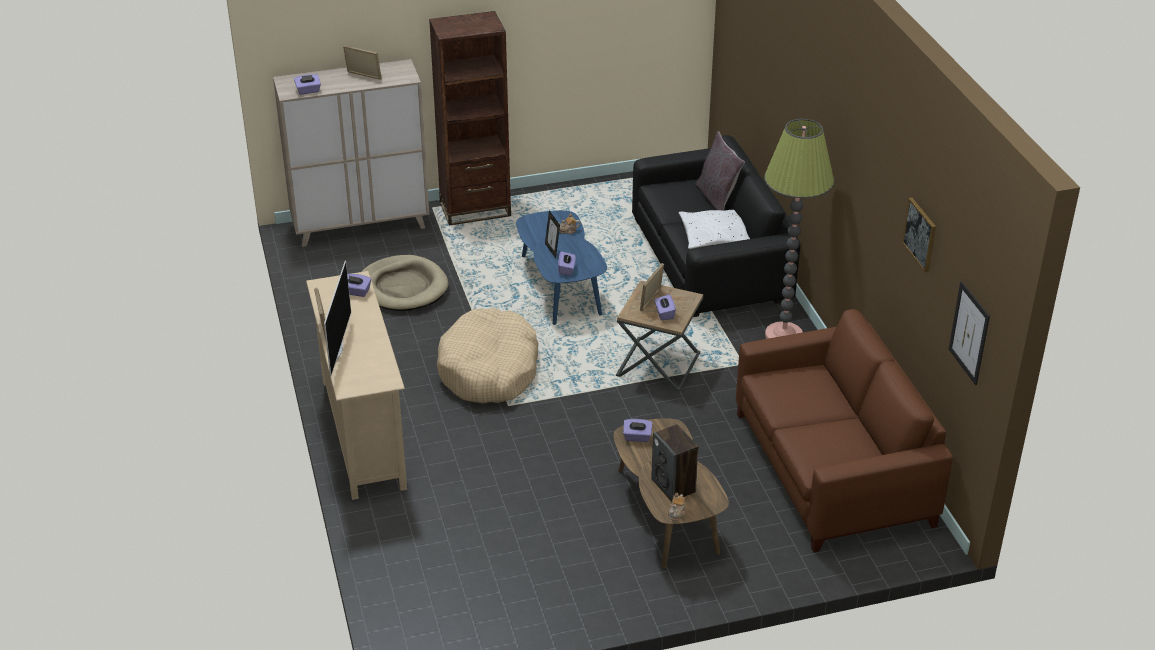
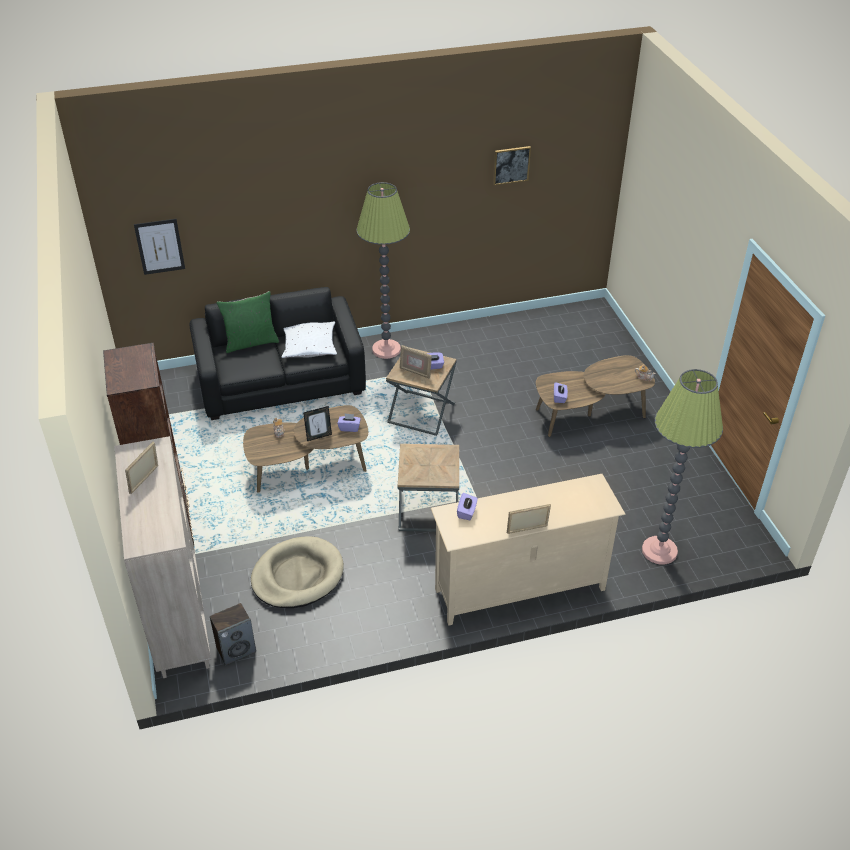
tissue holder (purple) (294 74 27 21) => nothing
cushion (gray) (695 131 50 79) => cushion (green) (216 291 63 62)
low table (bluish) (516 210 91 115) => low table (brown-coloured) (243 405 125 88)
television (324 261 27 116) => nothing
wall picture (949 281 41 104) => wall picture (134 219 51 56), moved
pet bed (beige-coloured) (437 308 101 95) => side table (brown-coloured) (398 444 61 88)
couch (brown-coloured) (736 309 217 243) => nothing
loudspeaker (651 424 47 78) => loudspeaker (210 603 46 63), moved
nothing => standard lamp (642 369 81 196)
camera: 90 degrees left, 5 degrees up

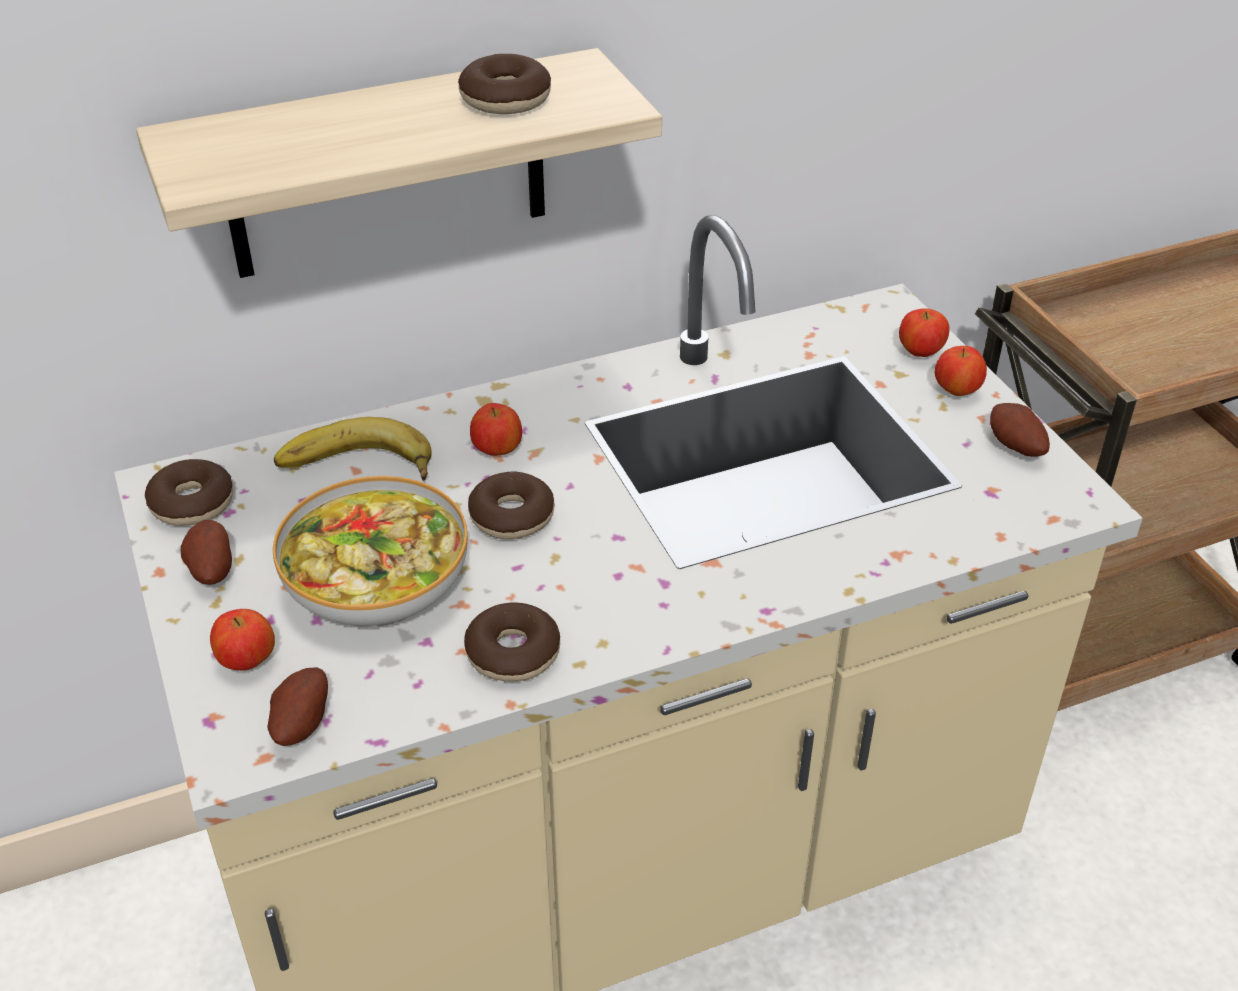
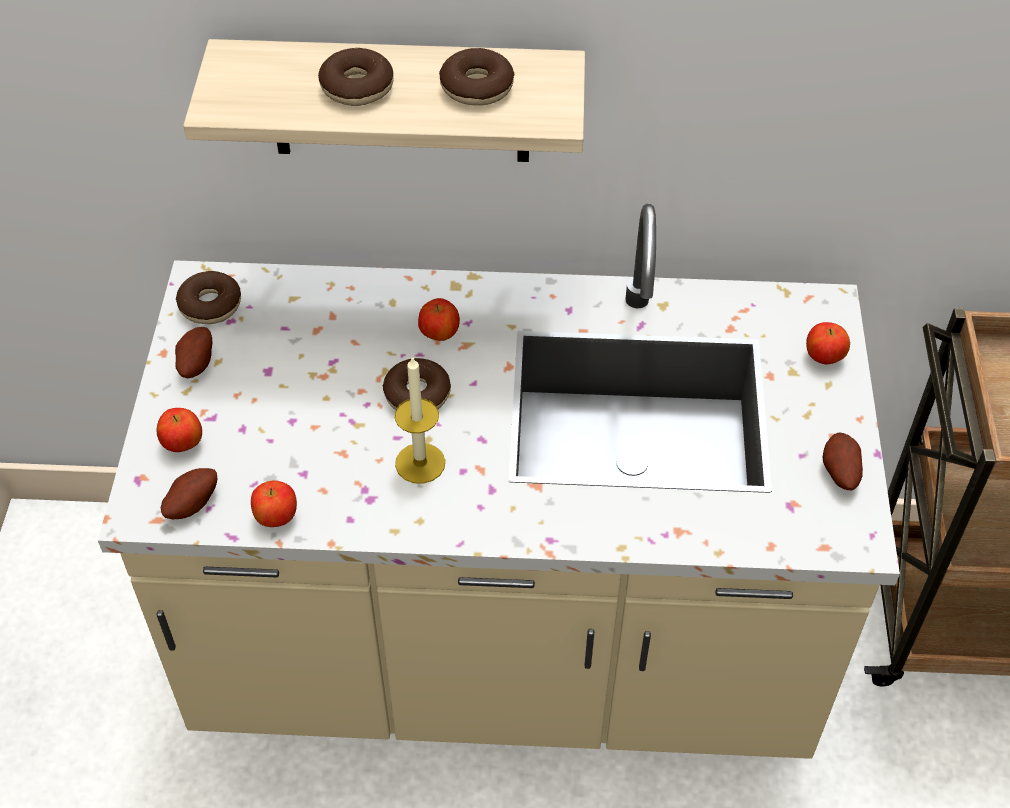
apple fruit (934 346 53 50) => apple fruit (251 480 46 47), moved
banana fruit (274 417 158 64) => nothing
bowl (273 476 195 151) => nothing
doughnut (464 602 96 80) => doughnut (318 48 76 58), moved
nothing => wax light (395 356 50 128)
camera: 25 degrees right, 10 degrees up

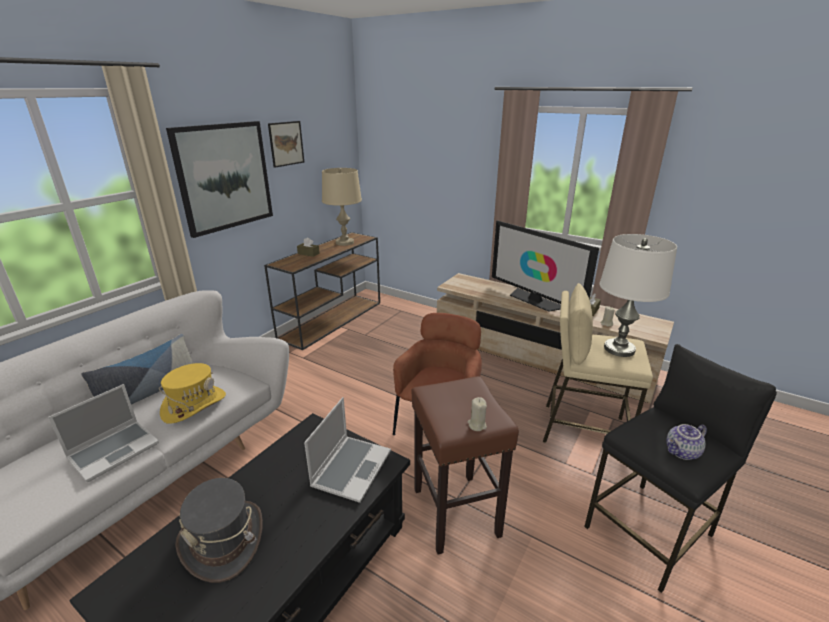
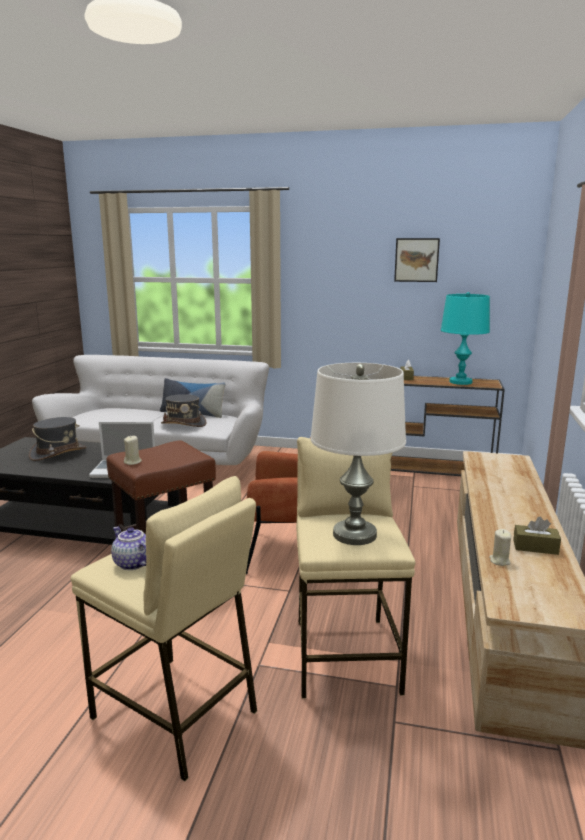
wall picture (166 121 107 117) => nothing
tabletop lamp (beige-coloured) (322 168 40 78) => tabletop lamp (turquoise-coloured) (441 292 49 93)
television (492 220 107 92) => nothing
sitting stool (black-coloured) (584 344 193 249) => sitting stool (beige-coloured) (70 476 187 305)
clothing hat (yellow-coloured) (159 363 67 61) => clothing hat (gray) (161 394 45 33)
laptop (48 384 111 98) => nothing
camera: 70 degrees right, 10 degrees down

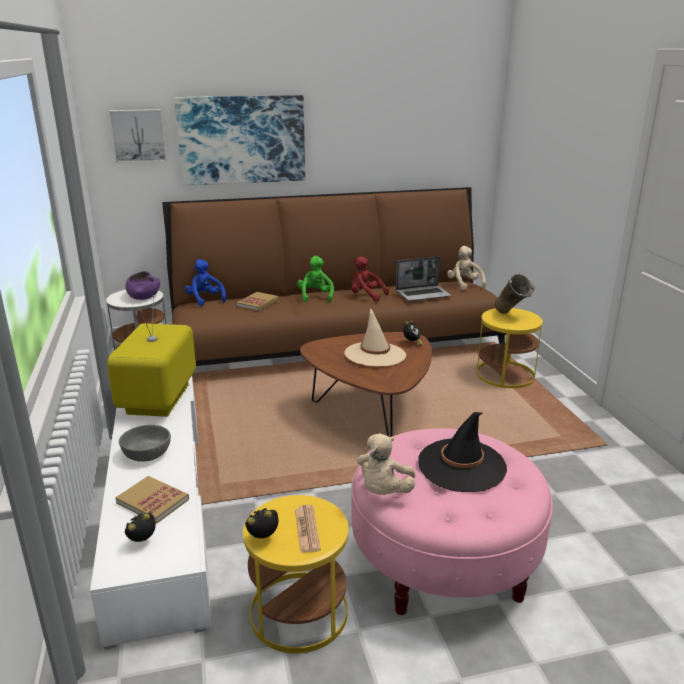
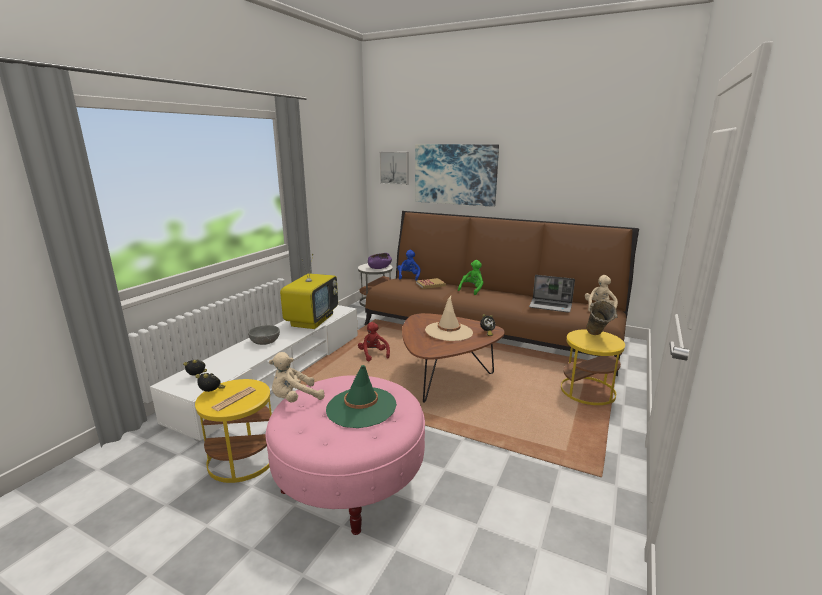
soft toy (red) (351 256 38 46) => soft toy (red) (358 322 32 40), moved
television (107 295 89 122) => television (280 254 58 75), 150 degrees clockwise
clothing hat (black-coloured) (418 412 89 80) => clothing hat (green) (326 365 71 63)
volume (115 476 74 48) => nothing
camera: 40 degrees right, 5 degrees down

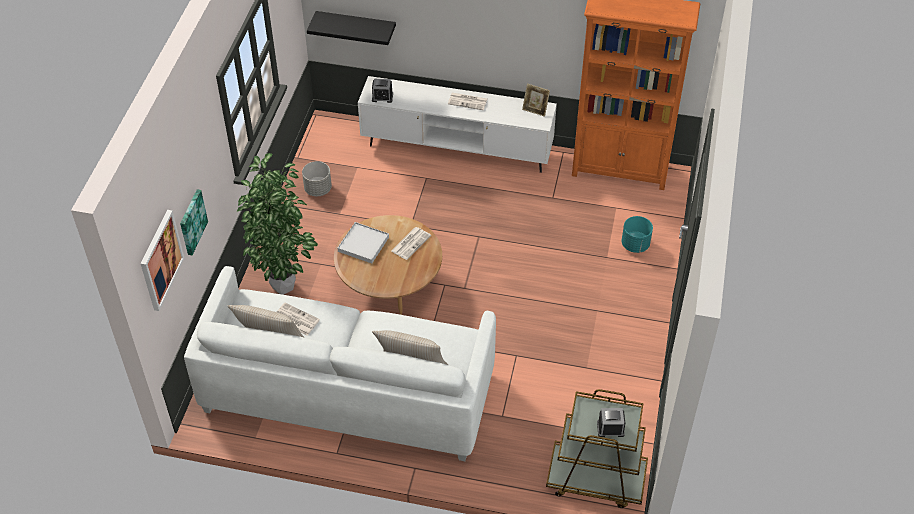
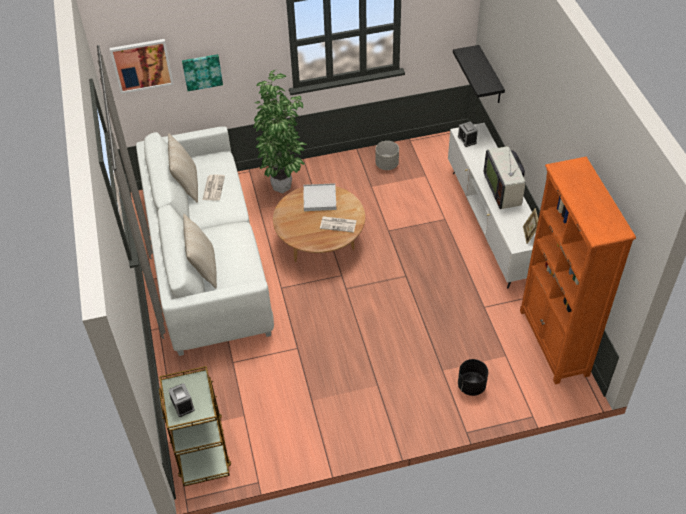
printed paper (448 93 39 17) => television (484 146 42 63)
planter (turquoise-coloured) (622 216 31 37) => planter (black-coloured) (458 359 30 37)
camera: 65 degrees right, 0 degrees up

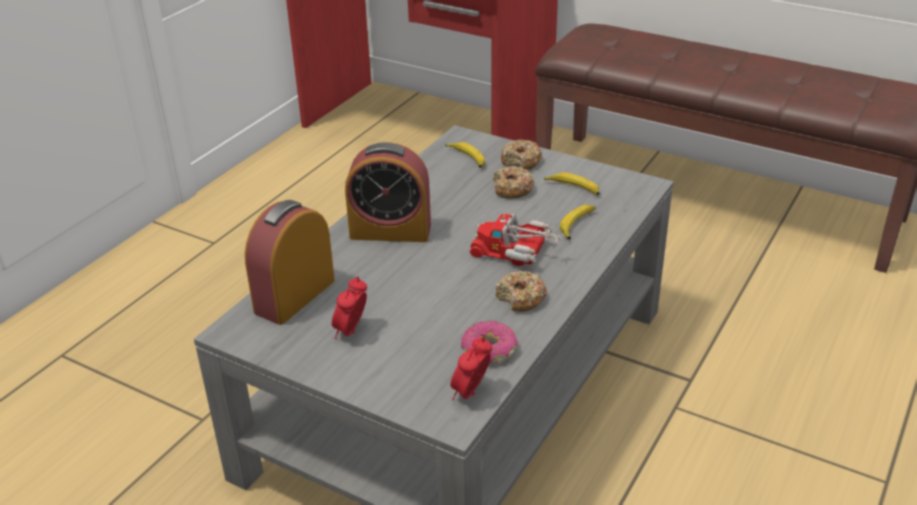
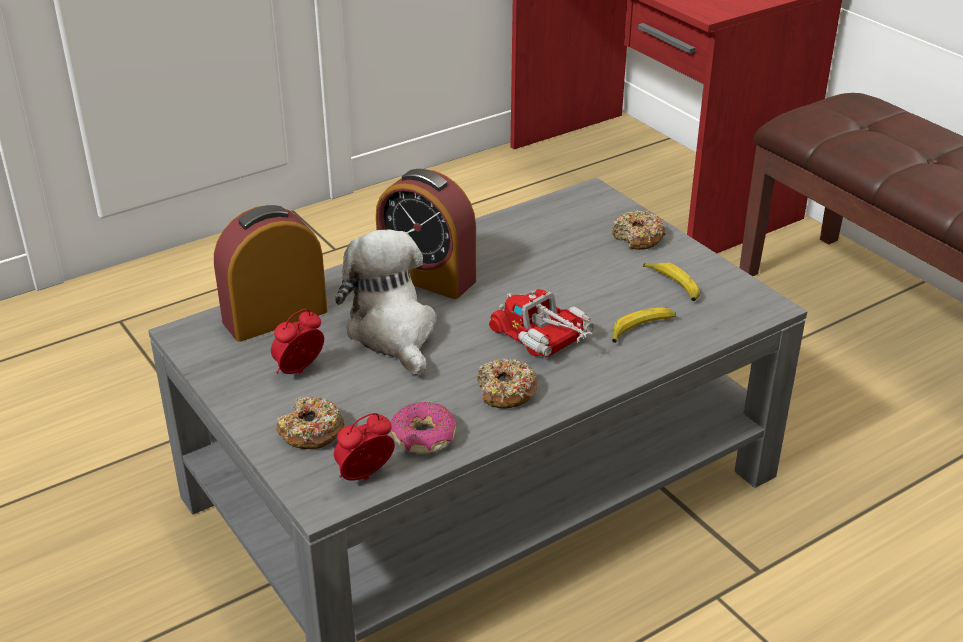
banana fruit (446 142 39 26) => nothing
doughnut (493 167 41 32) => doughnut (276 396 68 53), moved
nothing => soft toy (335 230 102 146)
camera: 25 degrees right, 0 degrees up

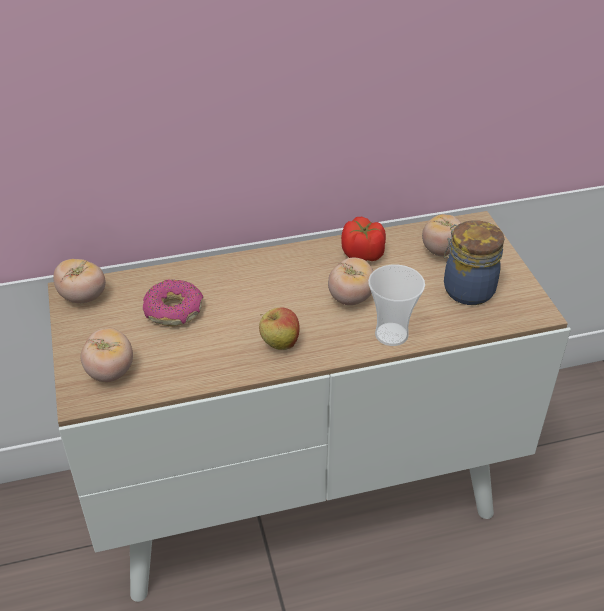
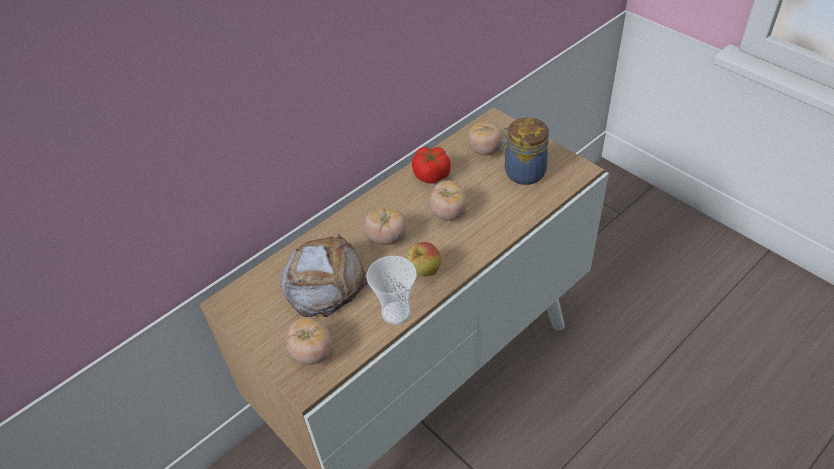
fresh tomato (53 259 53 44) => fresh tomato (363 208 44 37), moved
cup (368 264 57 82) => cup (366 256 51 69), moved
doughnut (143 280 60 47) => bread (280 234 88 83)
camera: 25 degrees left, 5 degrees up

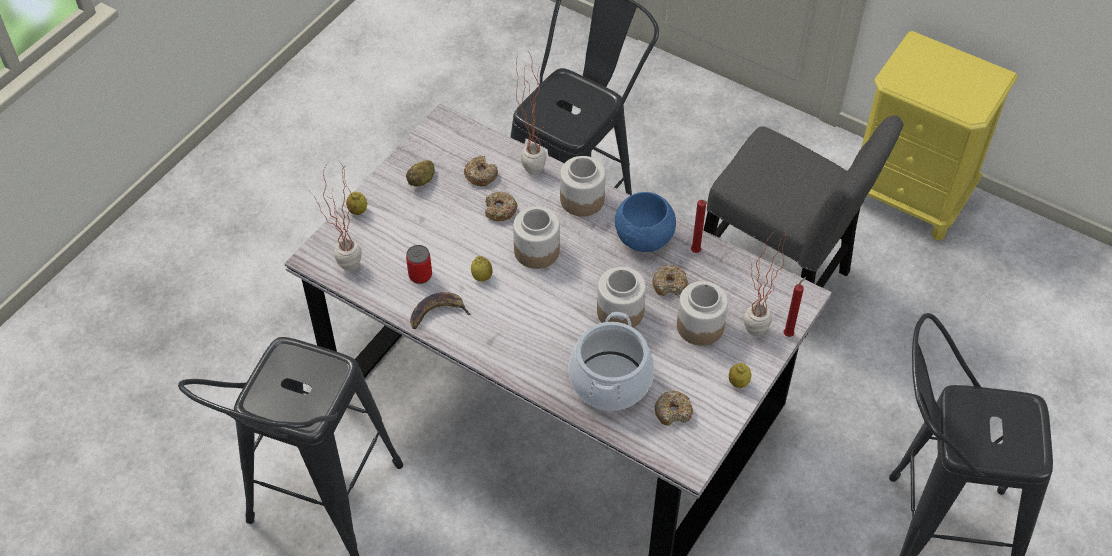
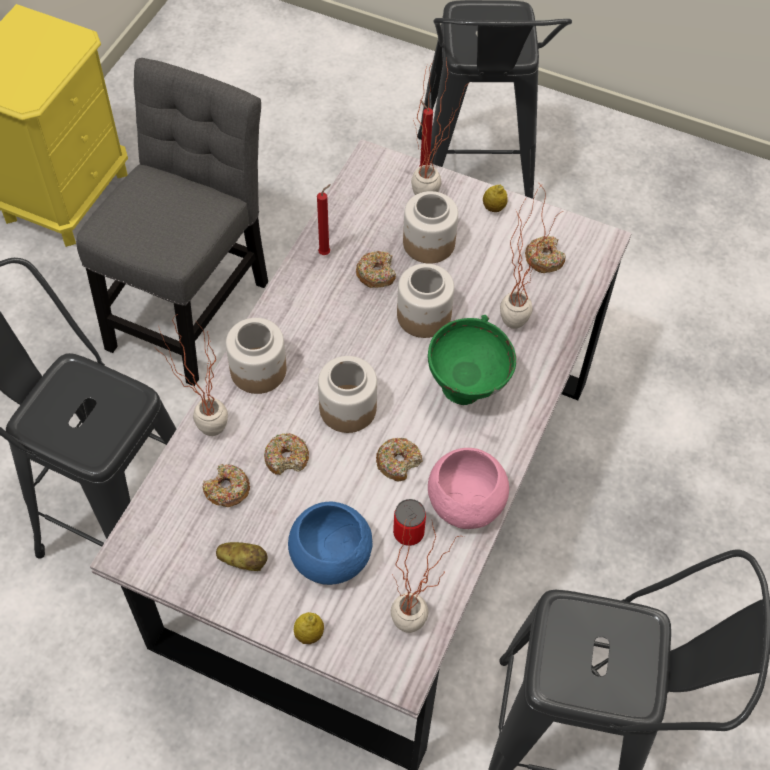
bowl (bluish) (615 192 61 60) => bowl (bluish) (288 502 85 83), moved
whole lemon (471 256 22 25) => doughnut (376 438 46 44)
banana fruit (410 292 61 37) => bowl (pinkish) (428 448 81 81)
saucepot (568 312 86 99) => houseplant (500 186 63 143)
nothing => bowl (green) (428 315 88 90)
camera: 100 degrees left, 5 degrees up

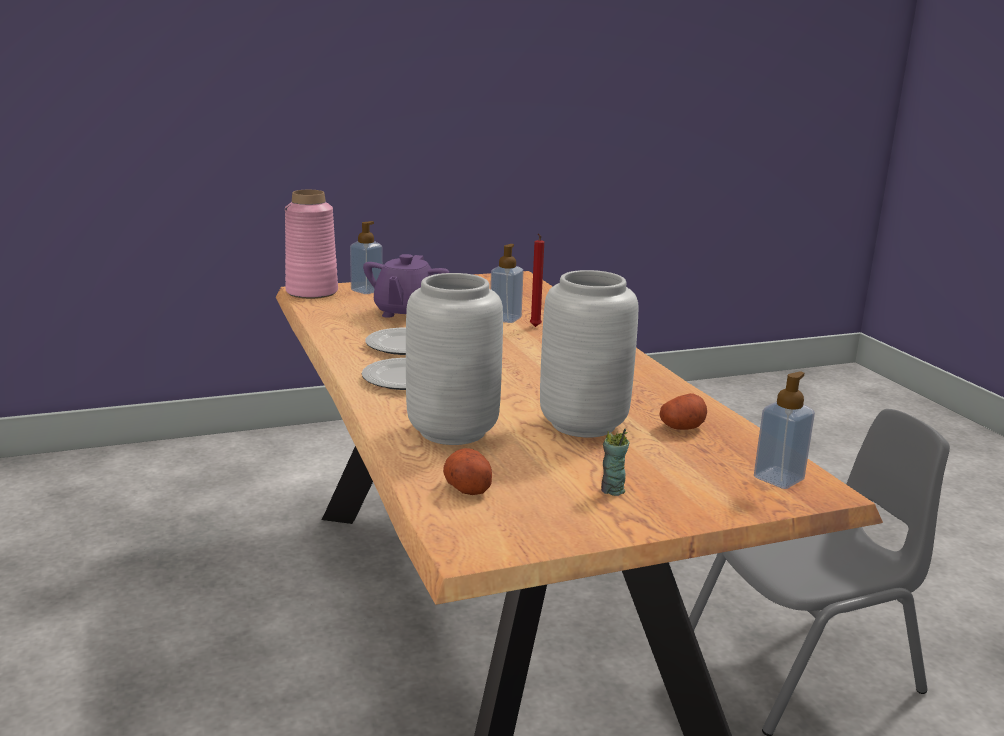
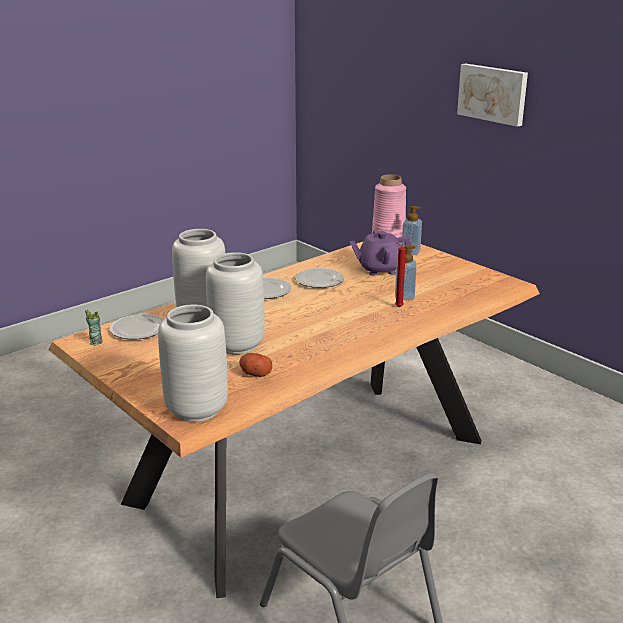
liquid soap bottle (754 371 61 118) => decorative vase (gray) (158 304 70 118)
cup (601 429 28 67) => cup (85 310 18 36), moved
spud (443 448 49 47) => dinner plate (110 314 54 25)
nothing => wall picture (457 63 71 64)
camera: 70 degrees right, 5 degrees up

